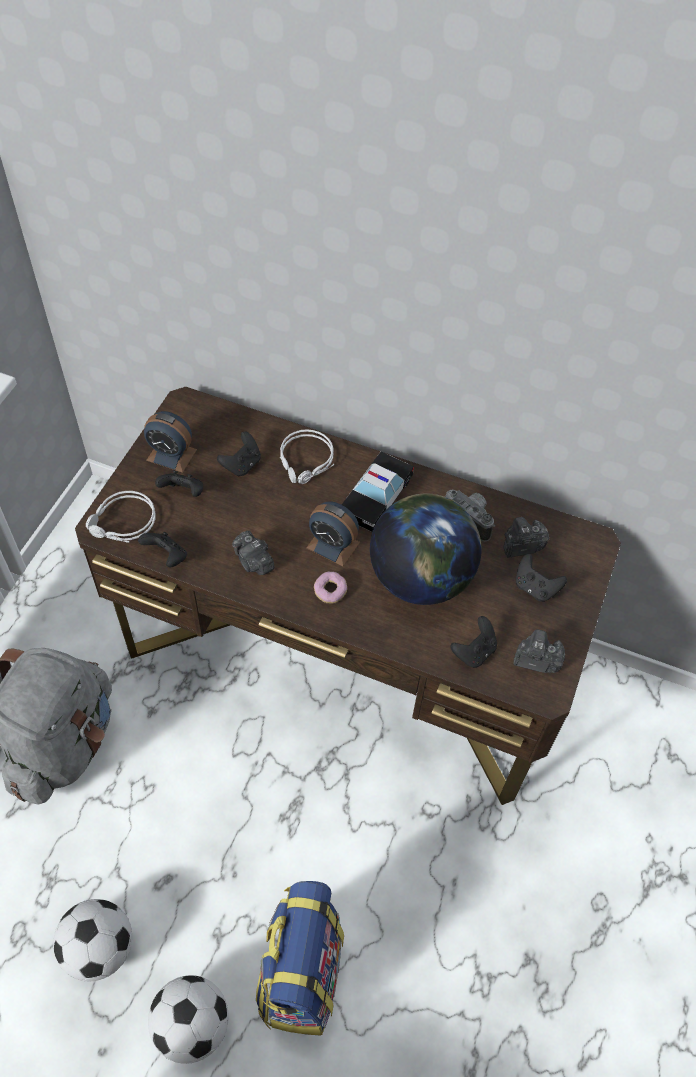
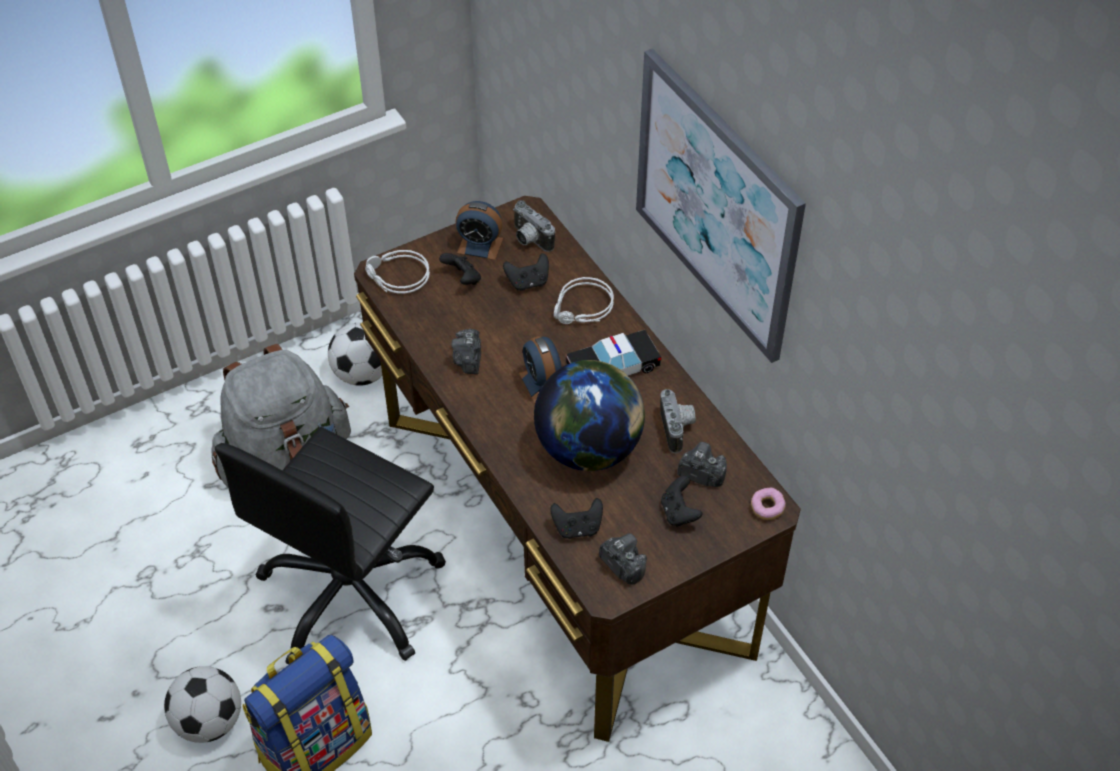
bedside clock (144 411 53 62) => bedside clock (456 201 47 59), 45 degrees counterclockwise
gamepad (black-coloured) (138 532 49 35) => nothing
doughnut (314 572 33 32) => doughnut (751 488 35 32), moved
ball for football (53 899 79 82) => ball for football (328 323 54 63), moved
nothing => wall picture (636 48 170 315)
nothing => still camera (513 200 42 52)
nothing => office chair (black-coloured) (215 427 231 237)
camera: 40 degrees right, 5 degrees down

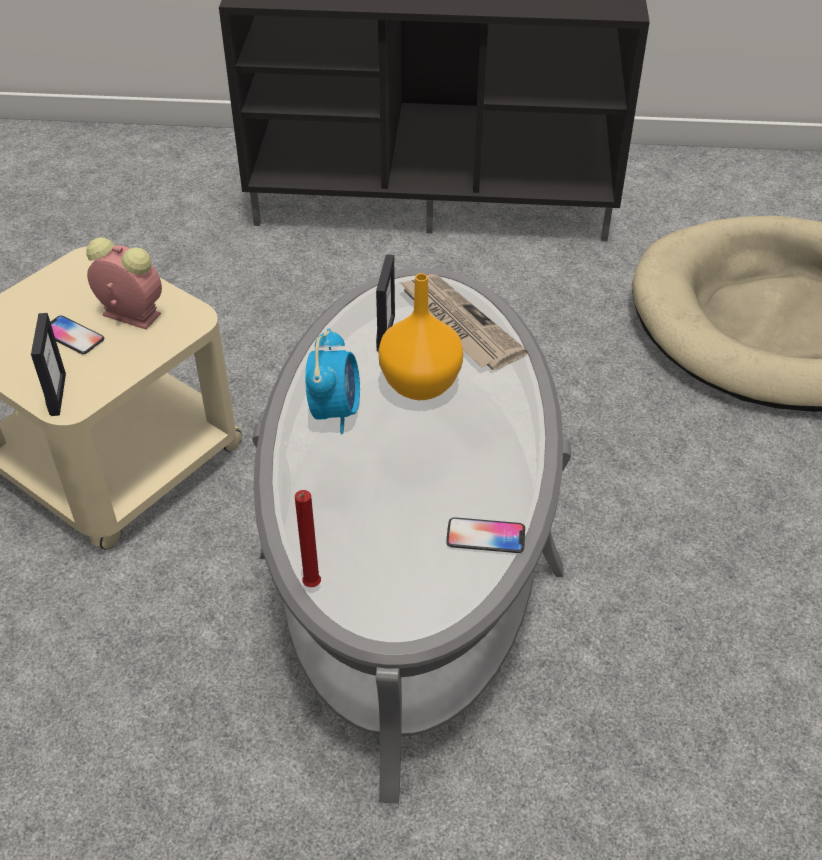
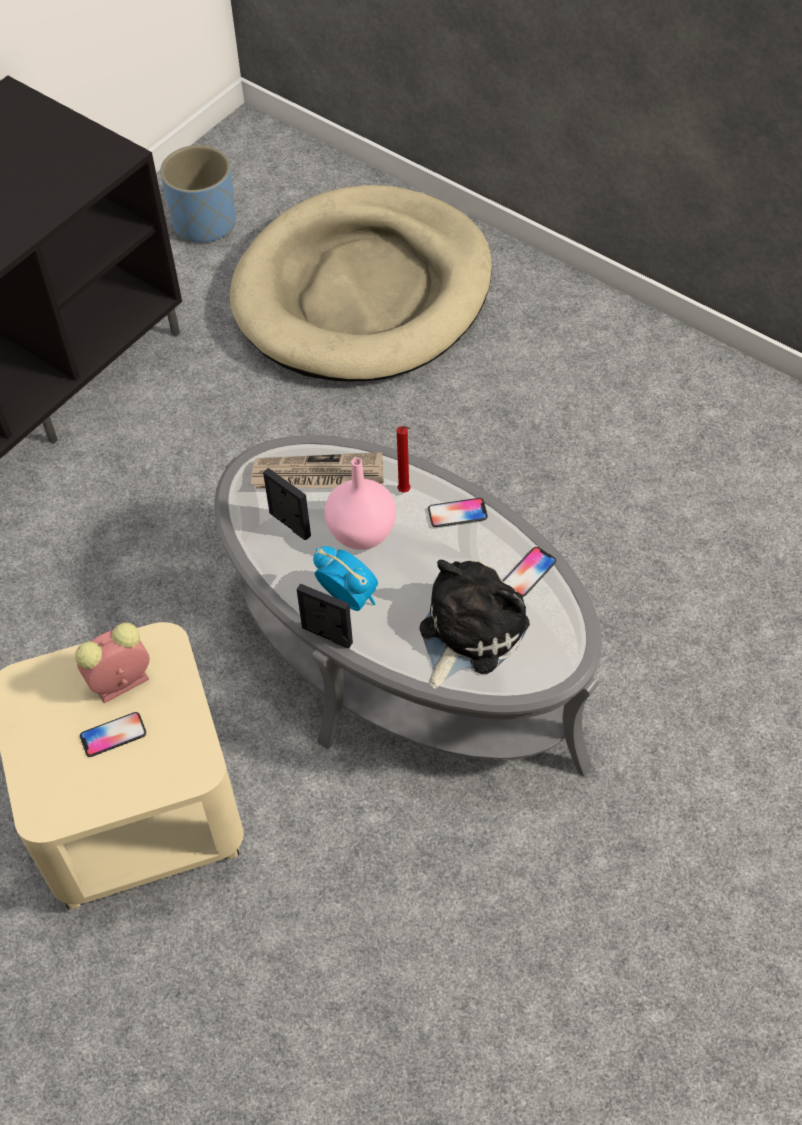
decorative vase (orange) (378 273 85 127) => decorative vase (pinkish) (325 458 71 92)
standing frame (31 313 35 103) => standing frame (297 584 56 64), moved
wax light (red) (295 490 26 97) => wax light (red) (397 426 14 66), moved
nothing => planter (bluish) (160 145 76 98)
nothing => telephone (428 498 60 29)
nothing => soft toy (419 560 111 129)
camera: 55 degrees left, 10 degrees up

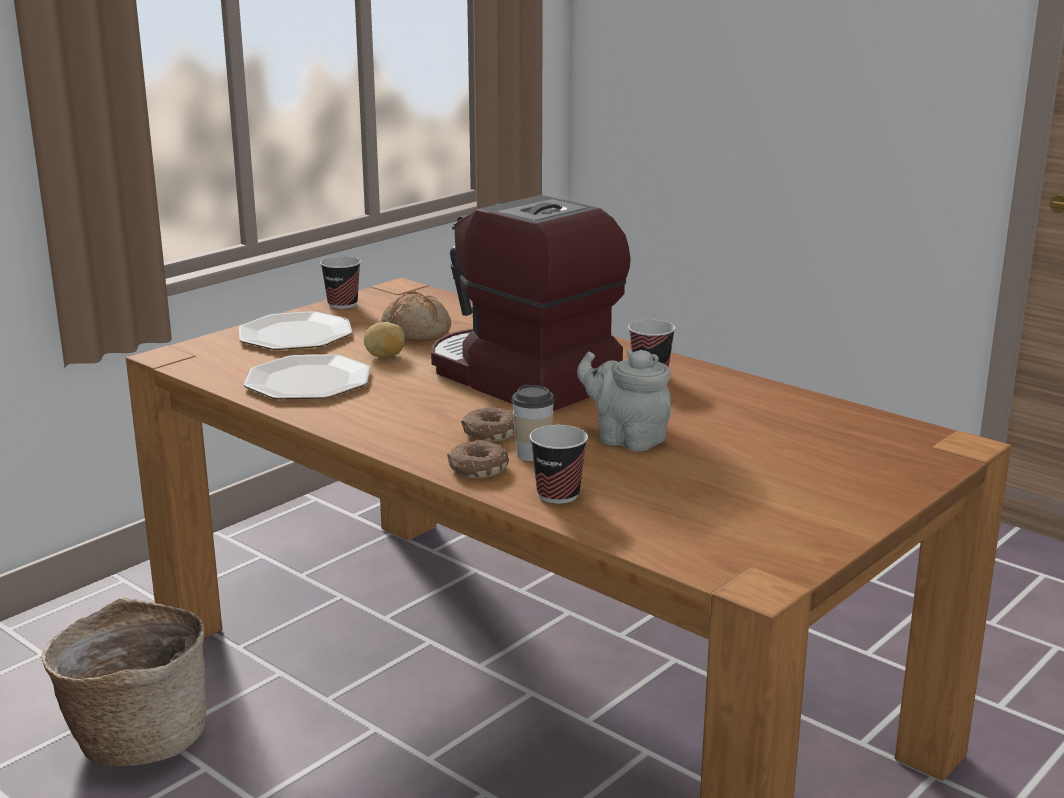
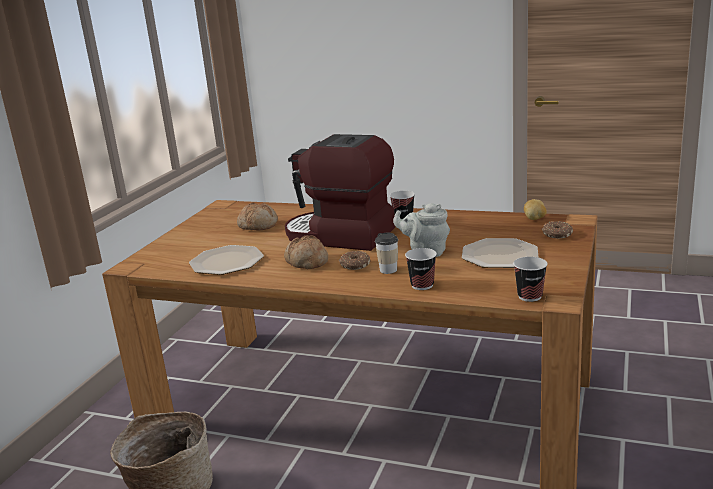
cup (320 256 41 53) => cup (513 257 34 45), moved
dinner plate (239 311 113 39) => dinner plate (462 238 76 30), moved
spud (364 322 41 36) => spud (524 199 23 21), moved
doughnut (447 440 62 38) => doughnut (542 221 31 17), moved
nothing => bread (284 236 44 33)
camera: 20 degrees left, 0 degrees up

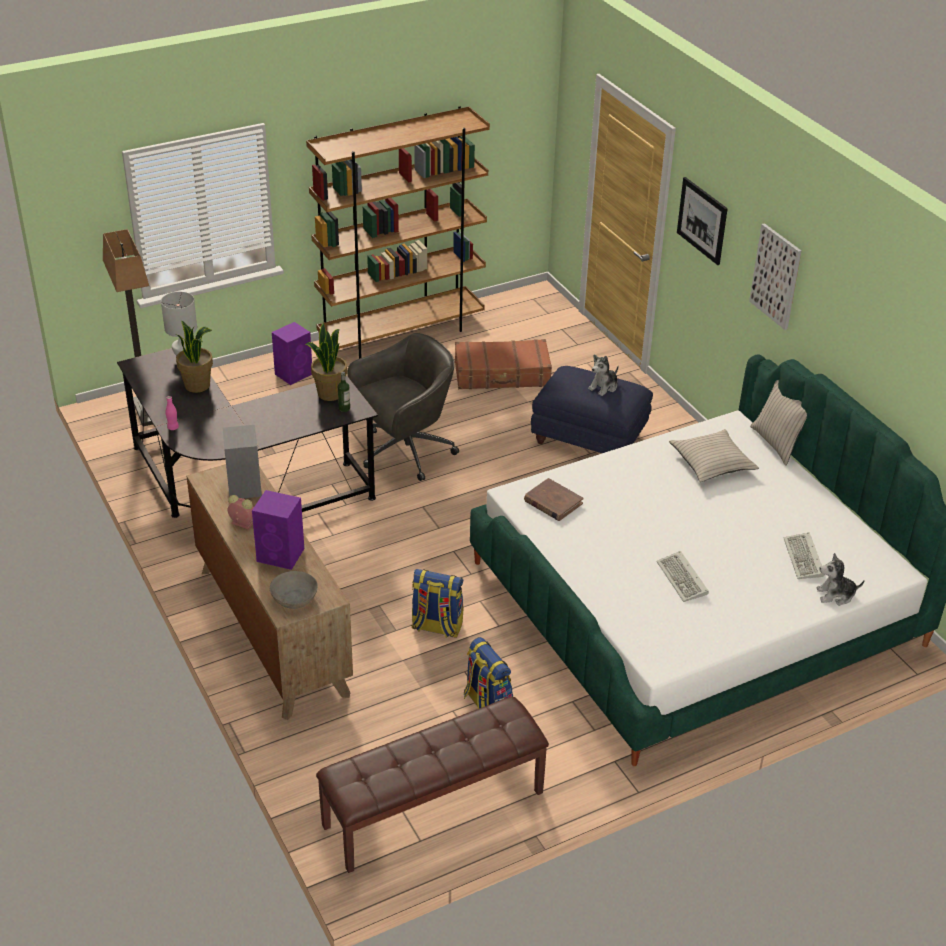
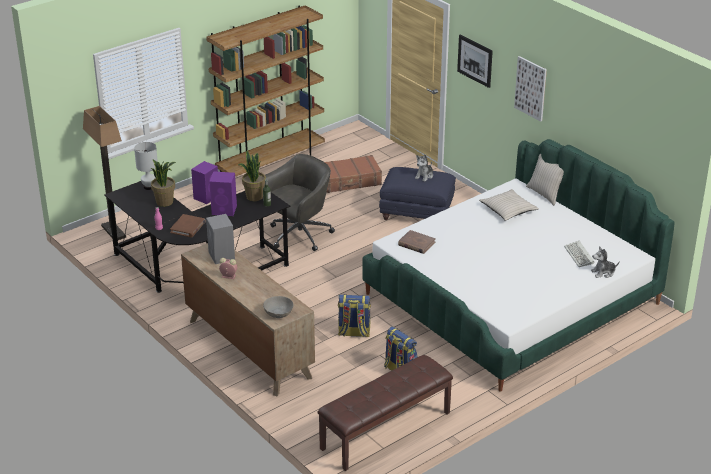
loudspeaker (purple) (252 490 52 80) => loudspeaker (purple) (209 171 28 45), moved
PC keyboard (656 551 53 51) => nothing
nothing => volume (brown-coloured) (170 214 36 23)
camera: 10 degrees left, 5 degrees down

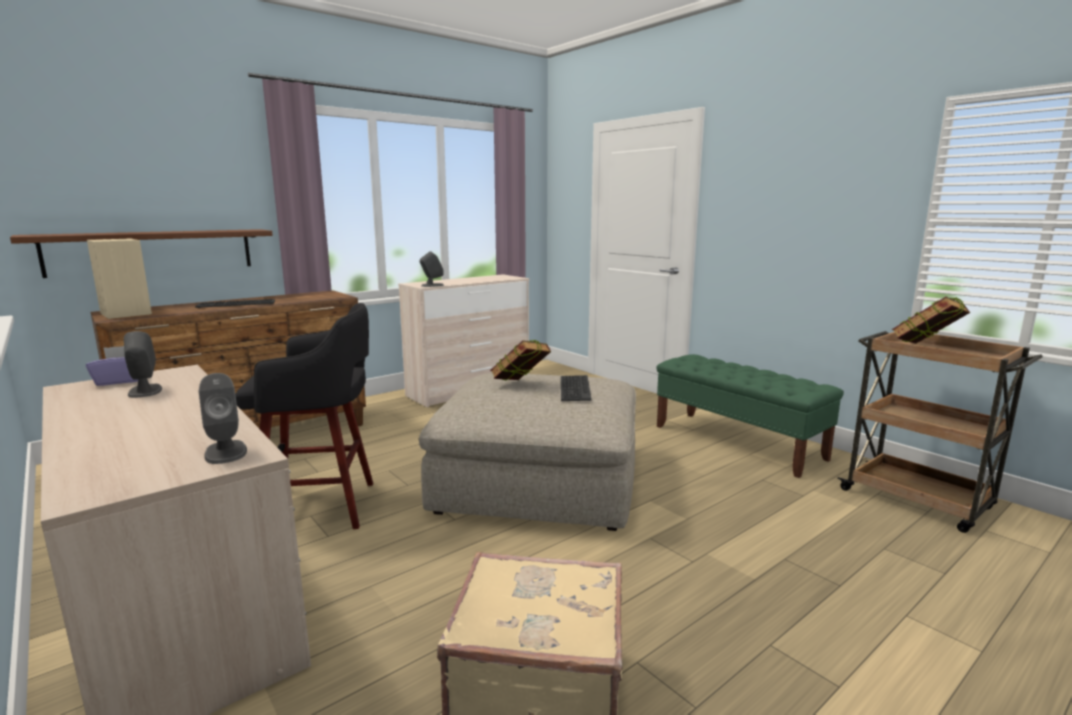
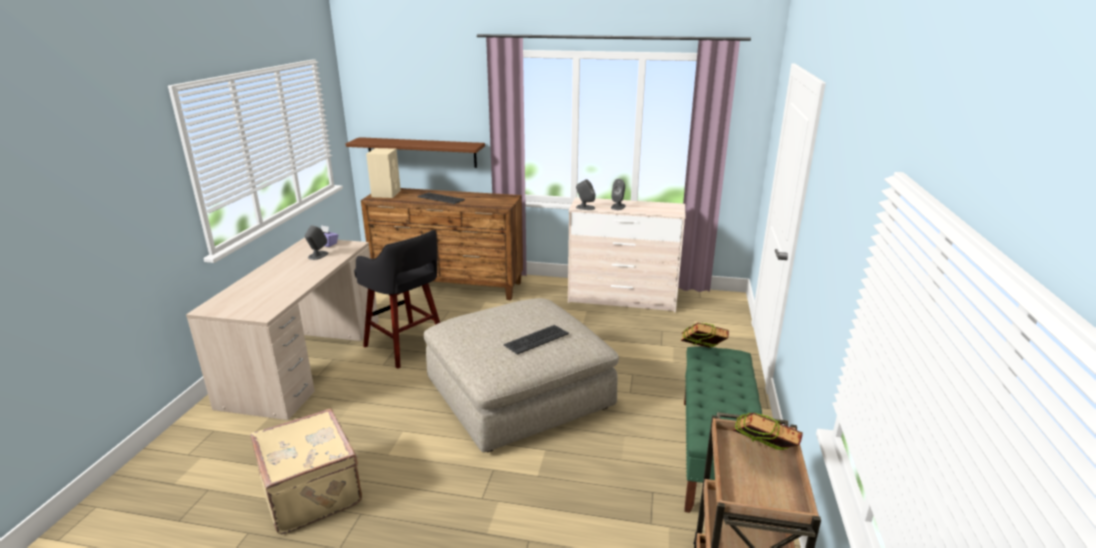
volume (490 340 61 40) => volume (681 323 48 25), moved
loudspeaker (gray) (199 373 48 91) => loudspeaker (gray) (611 179 14 31), moved
camera: 50 degrees right, 10 degrees up

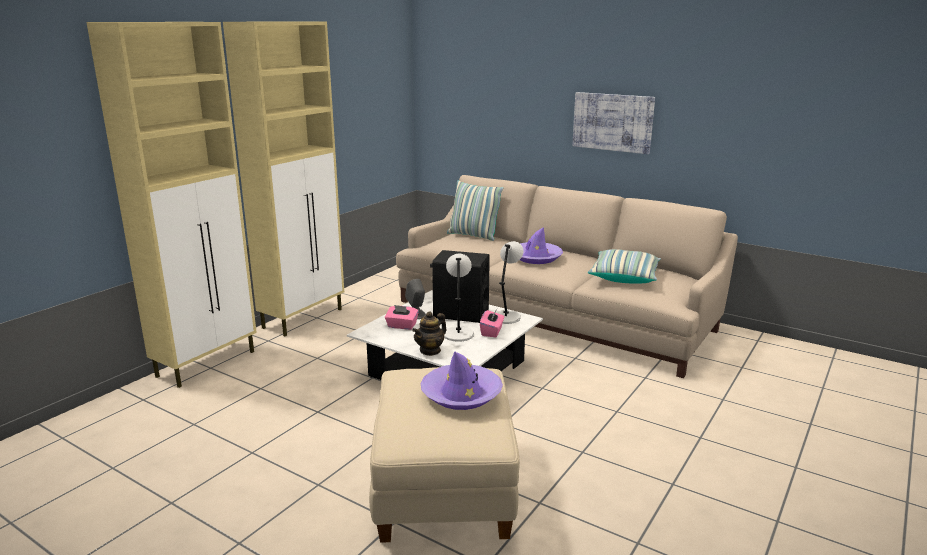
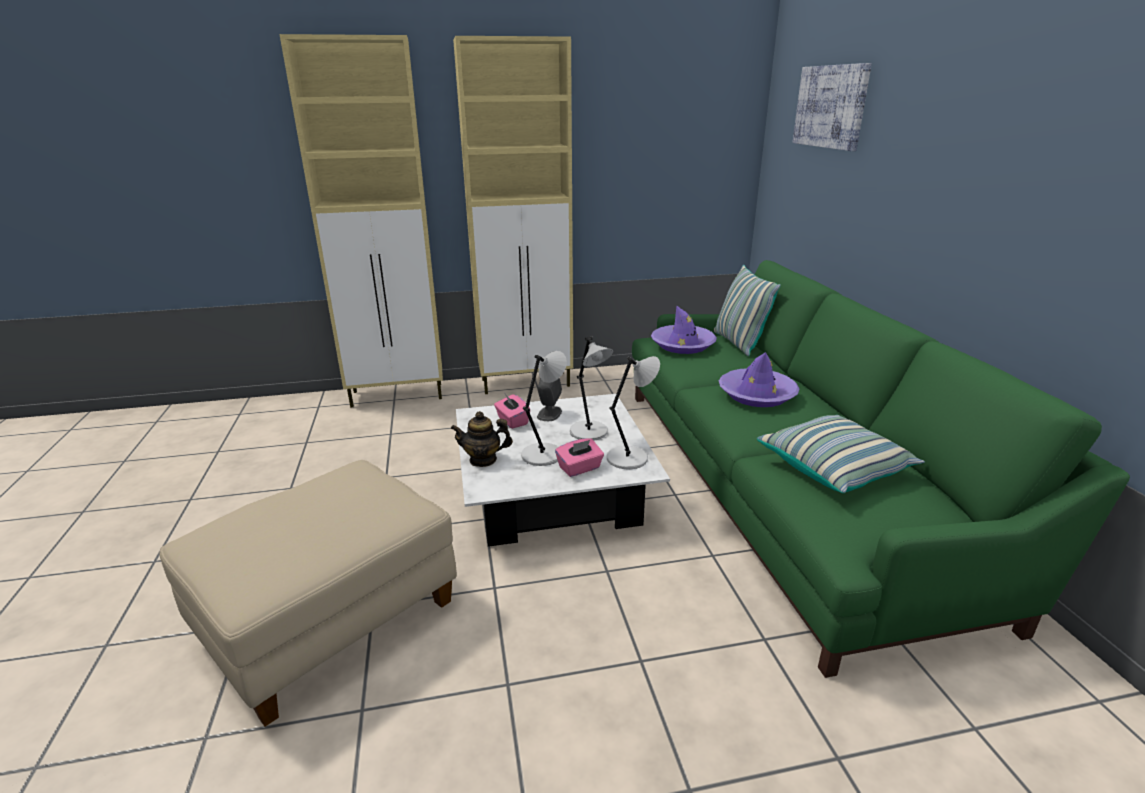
wall picture (572 92 83 62) => wall picture (792 63 80 88), moved
couch (beige-coloured) (396 175 342 203) => couch (green) (632 260 498 418)
loudspeaker (black-coloured) (430 250 60 73) => tabletop lamp (gray) (570 336 43 105)
clothing hat (purple) (420 352 83 58) => clothing hat (purple) (651 305 66 49), moved
camera: 45 degrees right, 5 degrees up

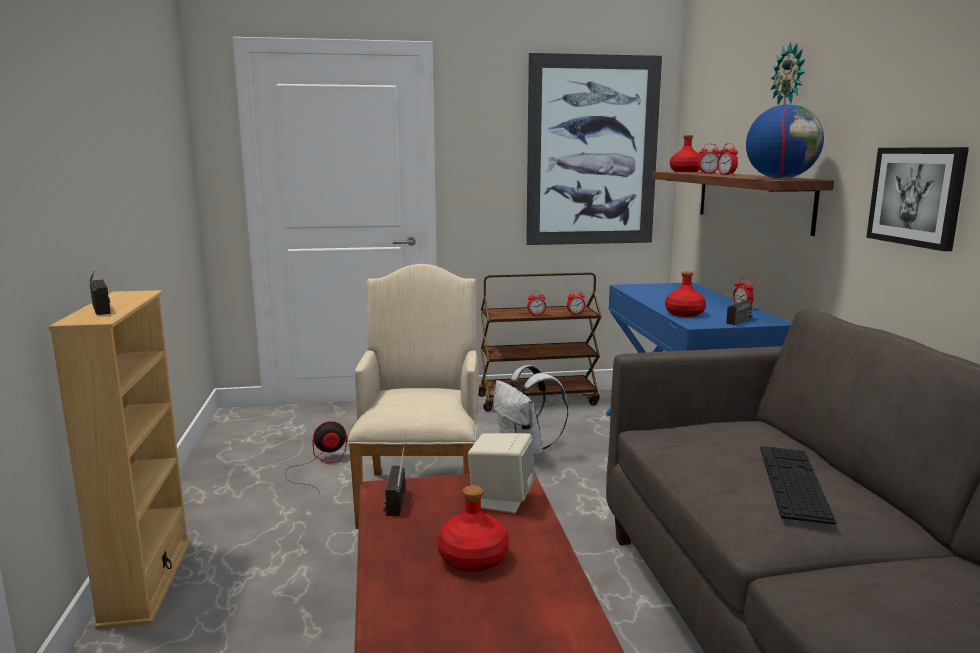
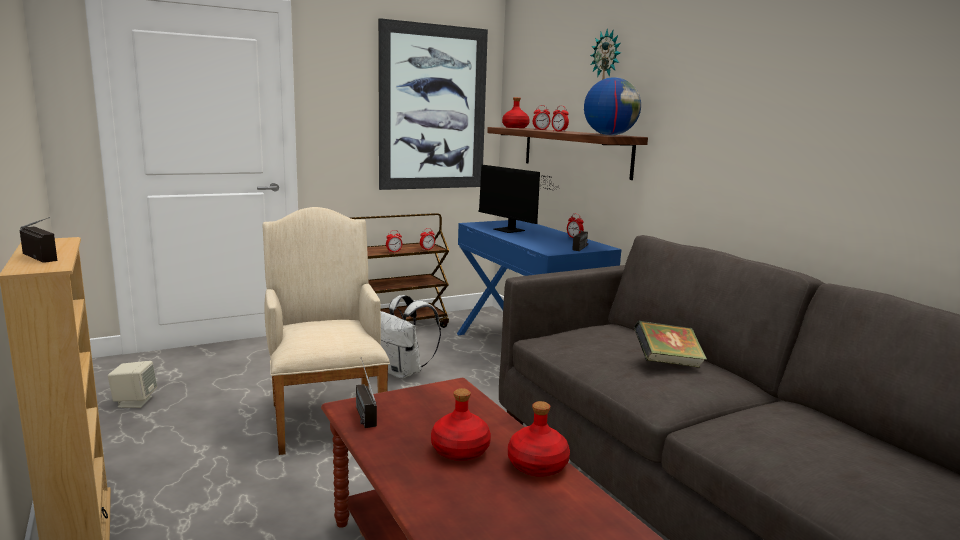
wall picture (866 147 103 104) => nothing
drink bottle (red) (665 271 41 46) => drink bottle (red) (508 401 62 76), moved
cooling fan (285 421 63 74) => nothing
loudspeaker (beige-coloured) (468 433 67 81) => loudspeaker (beige-coloured) (108 361 49 47), moved
PC keyboard (760 446 76 79) => volume (634 321 73 47)
nothing => monitor (479 164 81 69)
camera: 20 degrees left, 0 degrees up

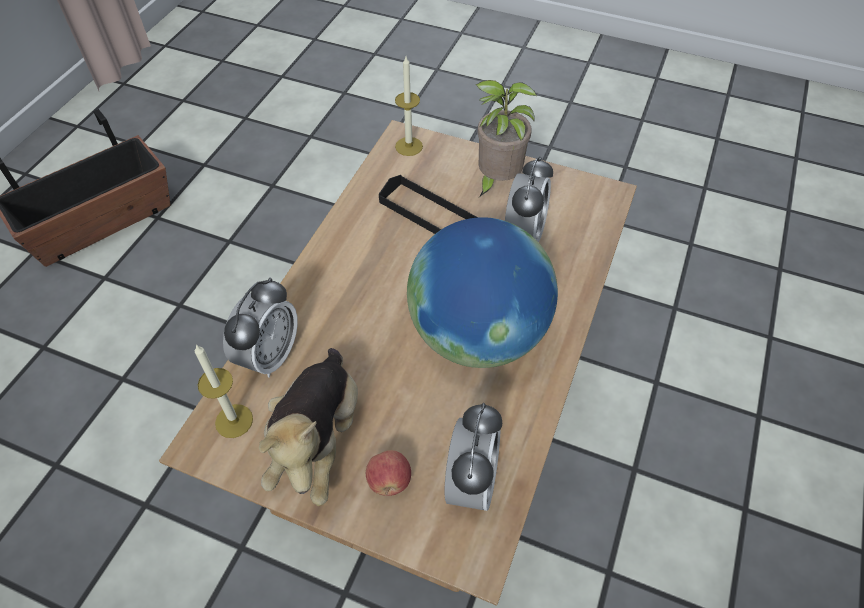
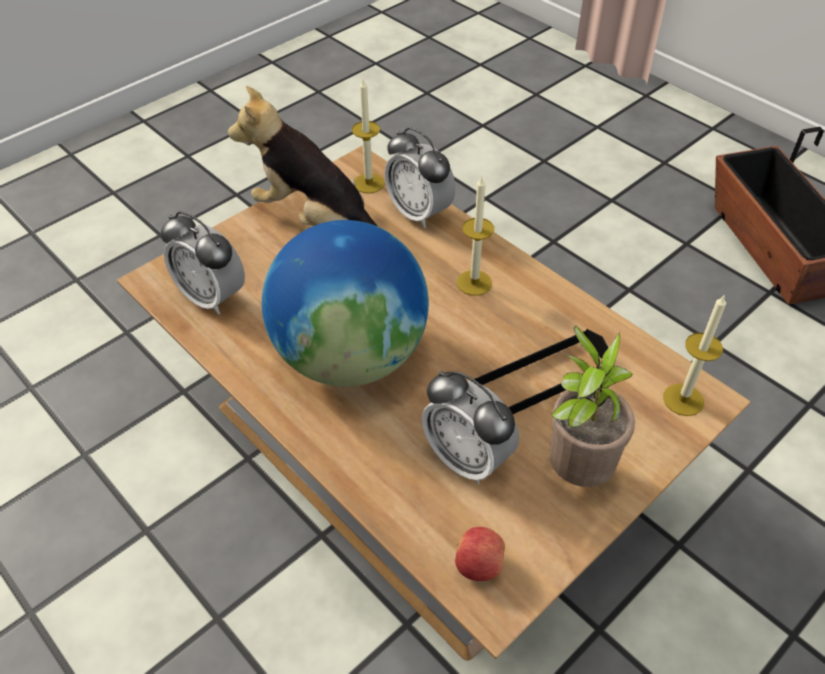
apple fruit (366 450 45 46) => apple fruit (455 527 50 54), moved
nothing => wax light (457 177 37 119)
camera: 115 degrees right, 5 degrees down

